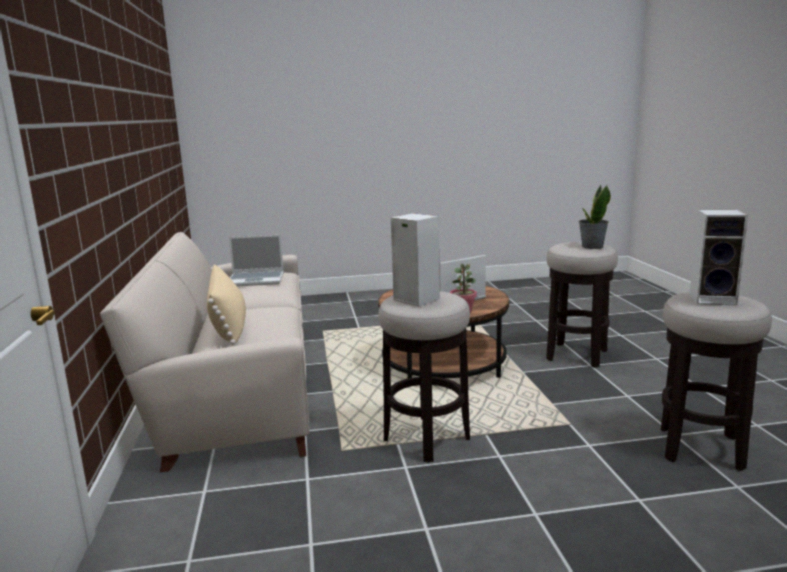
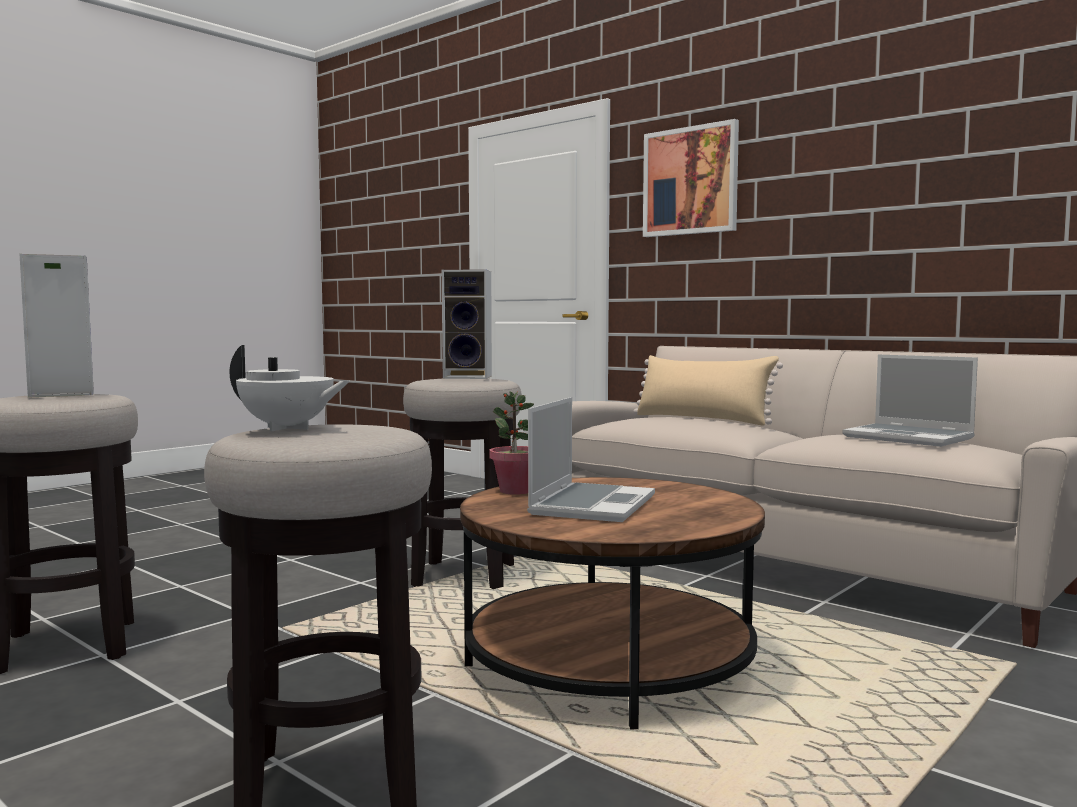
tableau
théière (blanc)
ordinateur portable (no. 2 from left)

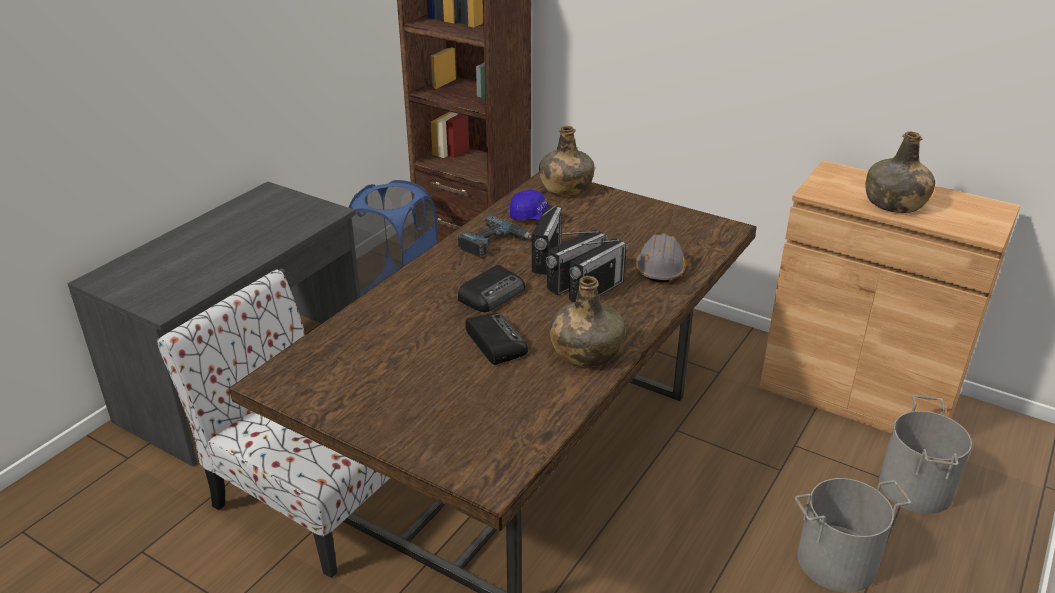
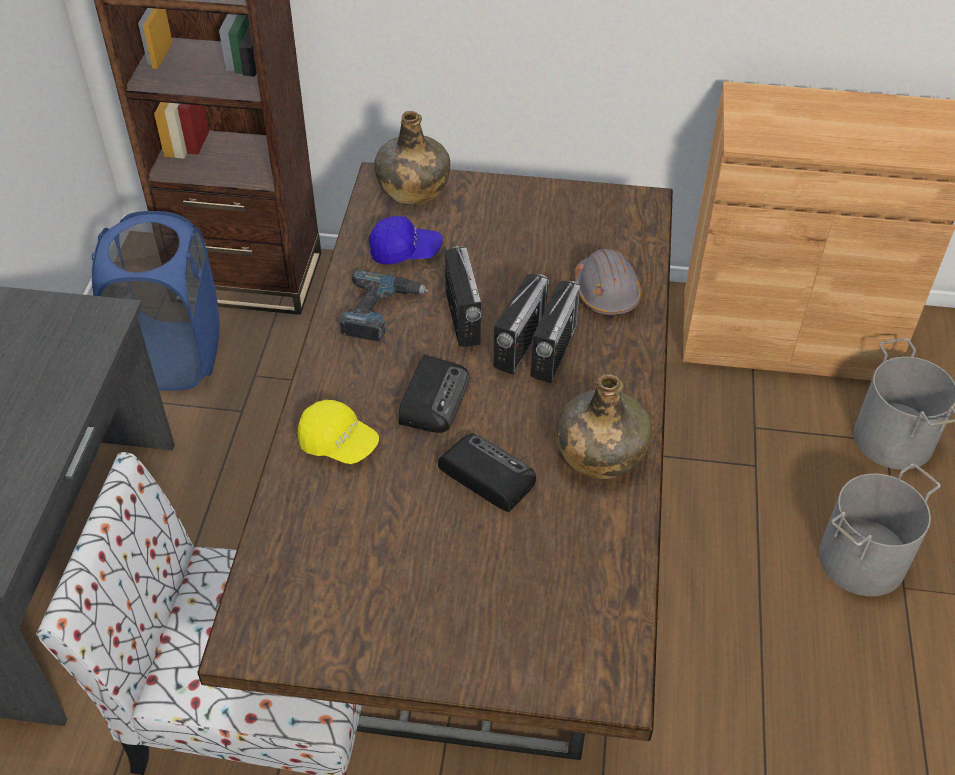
bouteille (vert) (no. 3 from left in the first image)
casquette (jaune)

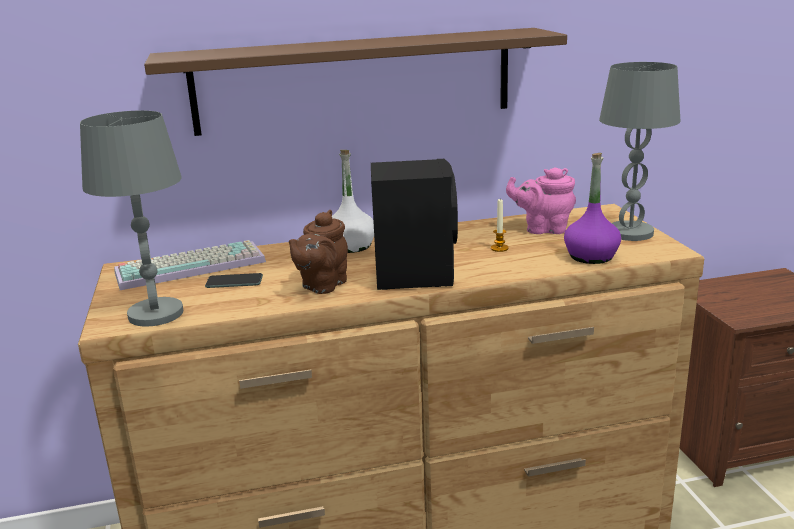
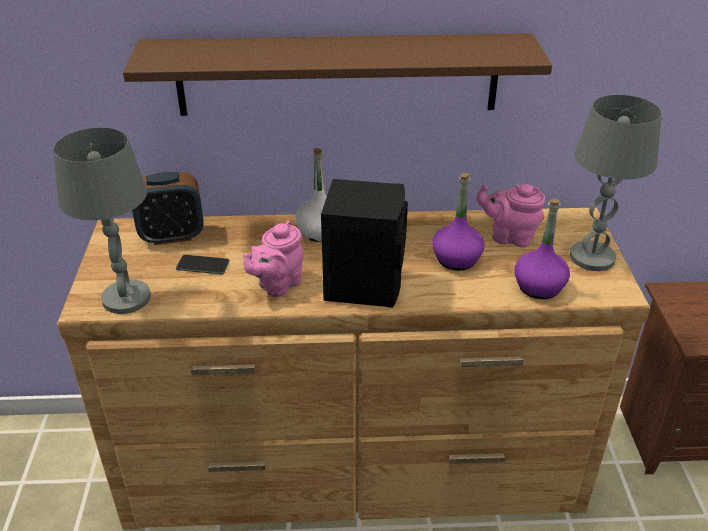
réveil
bouteille (violet) (no. 1 from left)
théière (rose) (no. 1 from left)

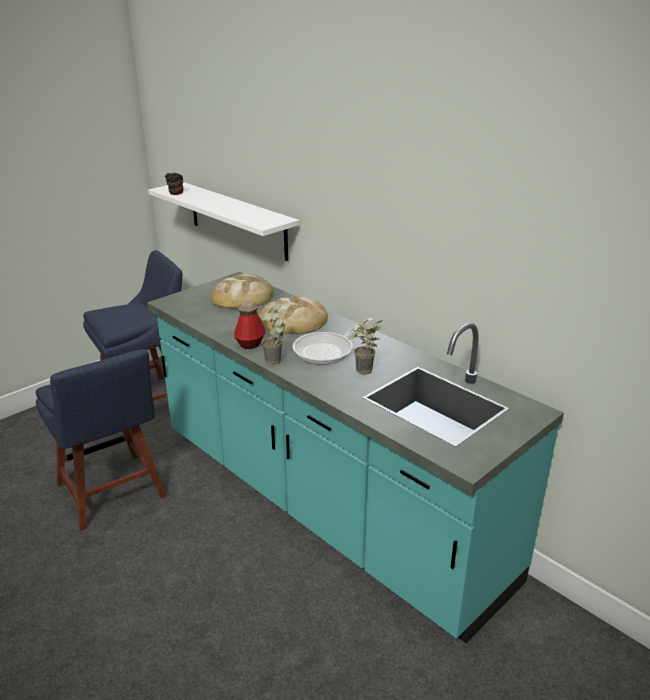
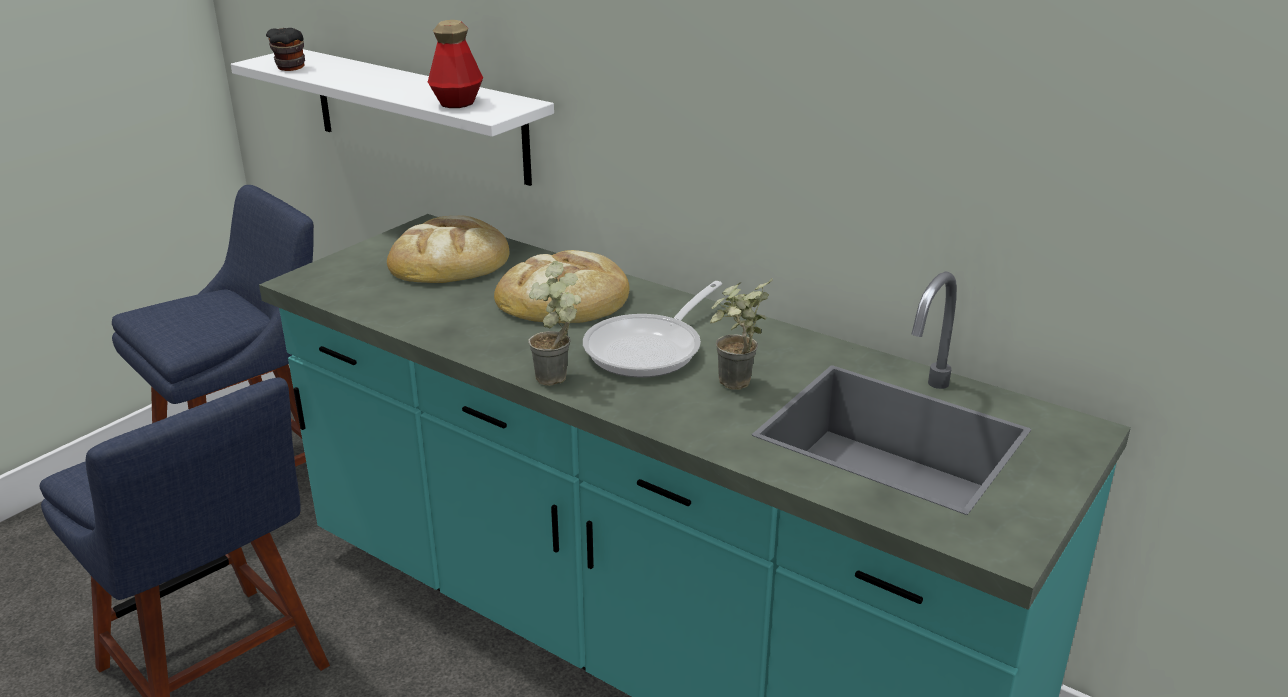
bouteille

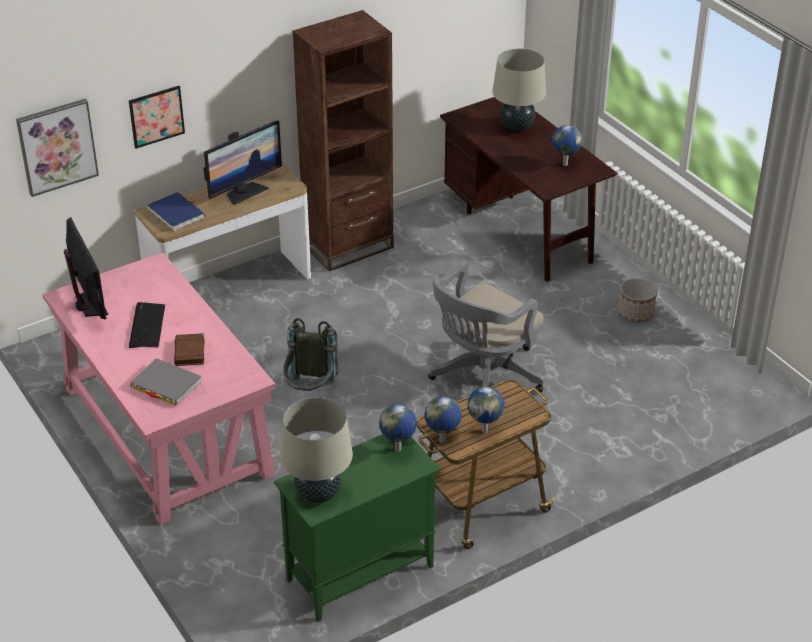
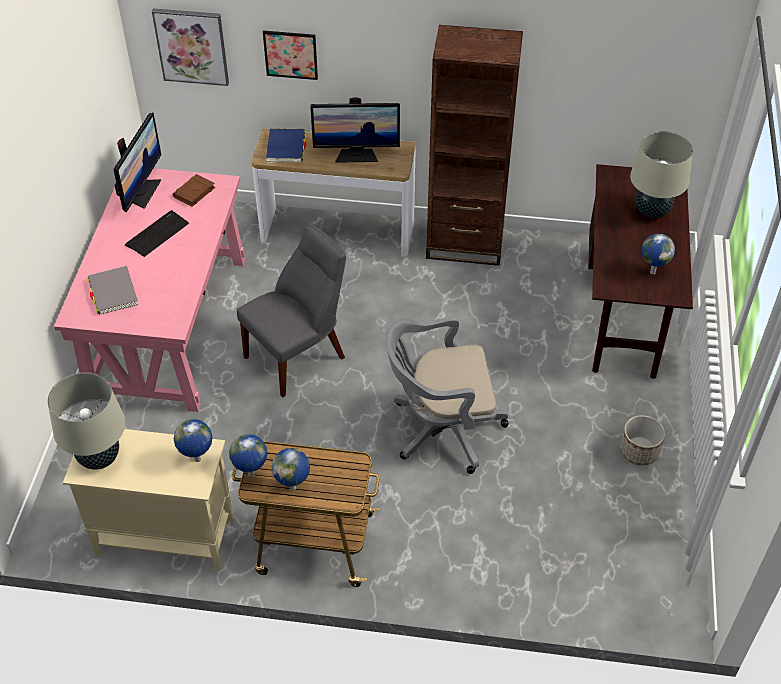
livre (marron)
chaise (gris)
meuble de rangement (beige)

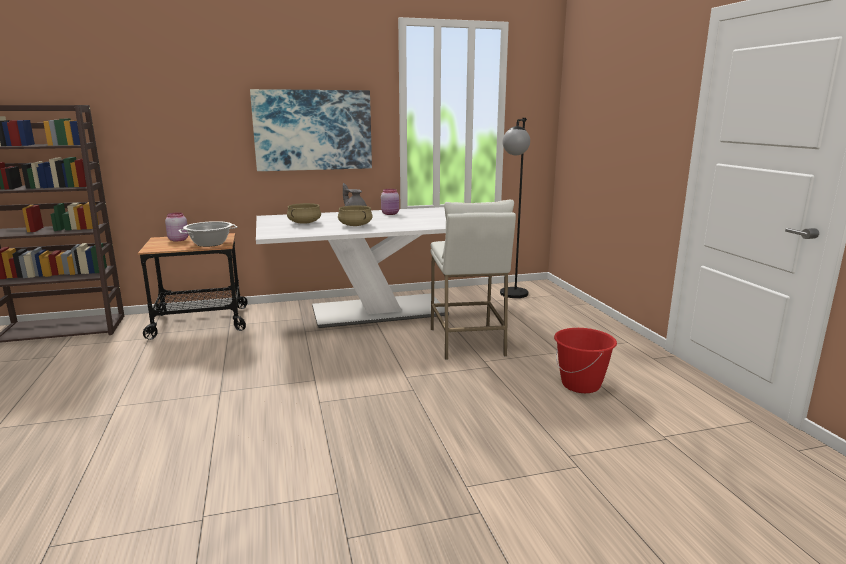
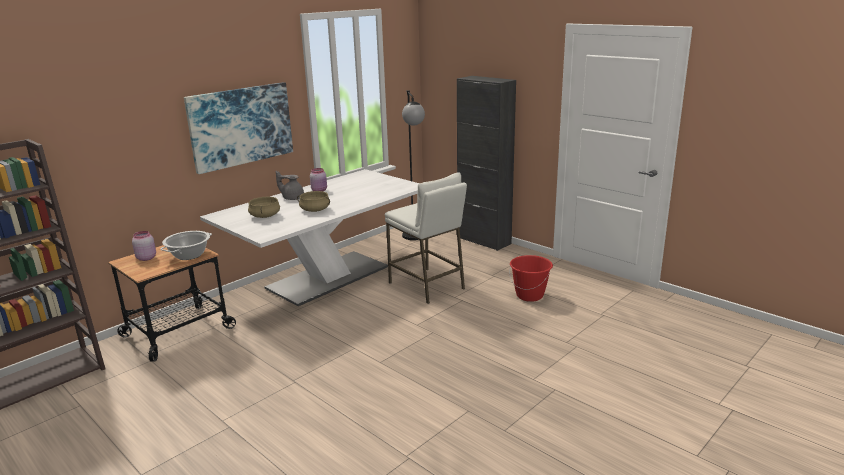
meuble de rangement (noir)

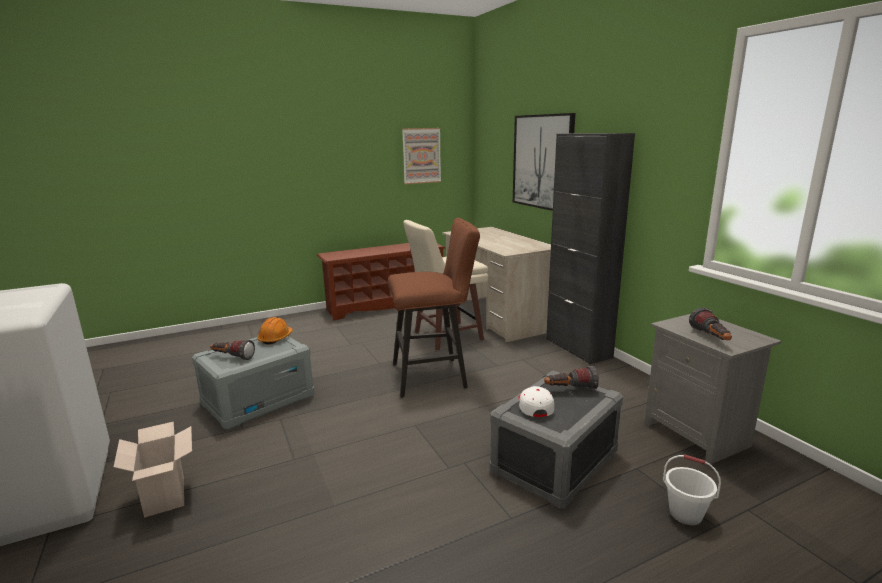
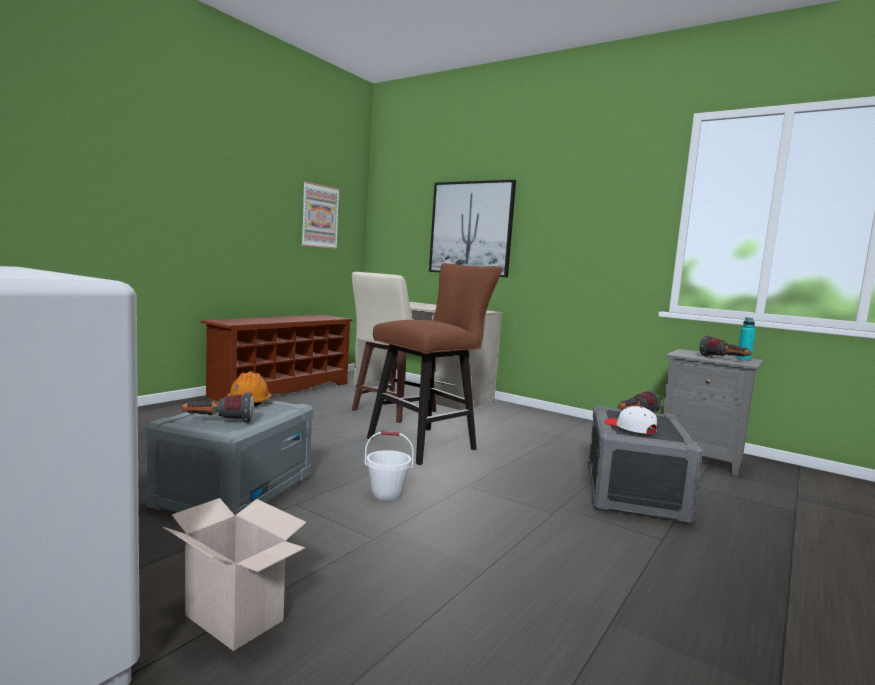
meuble de rangement (noir)
bouteille (turquoise)
seau (blanc)

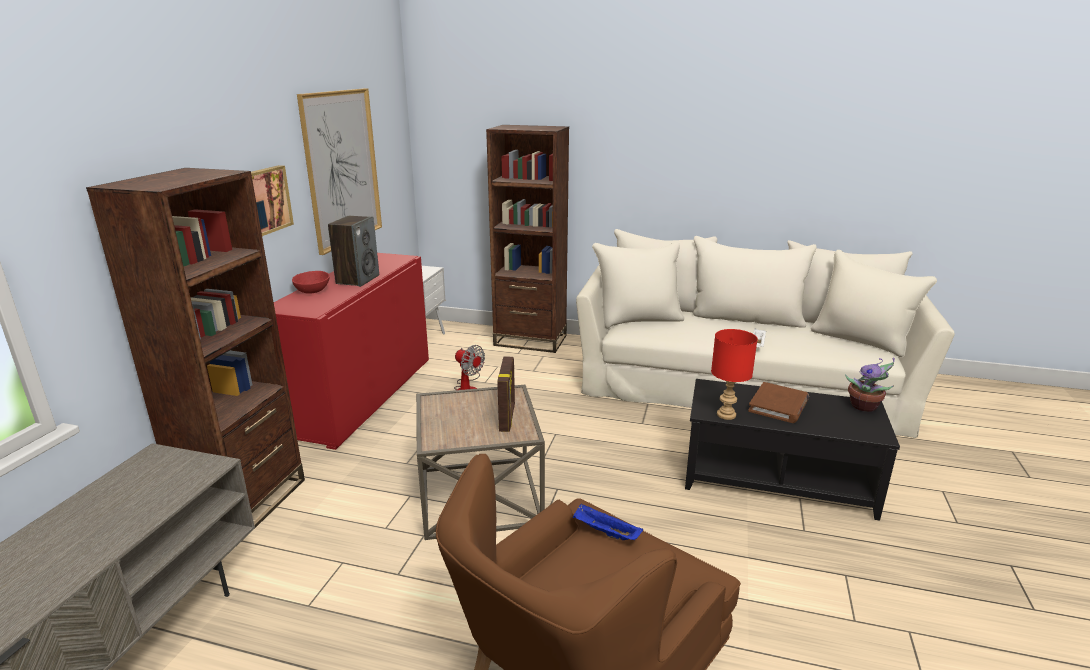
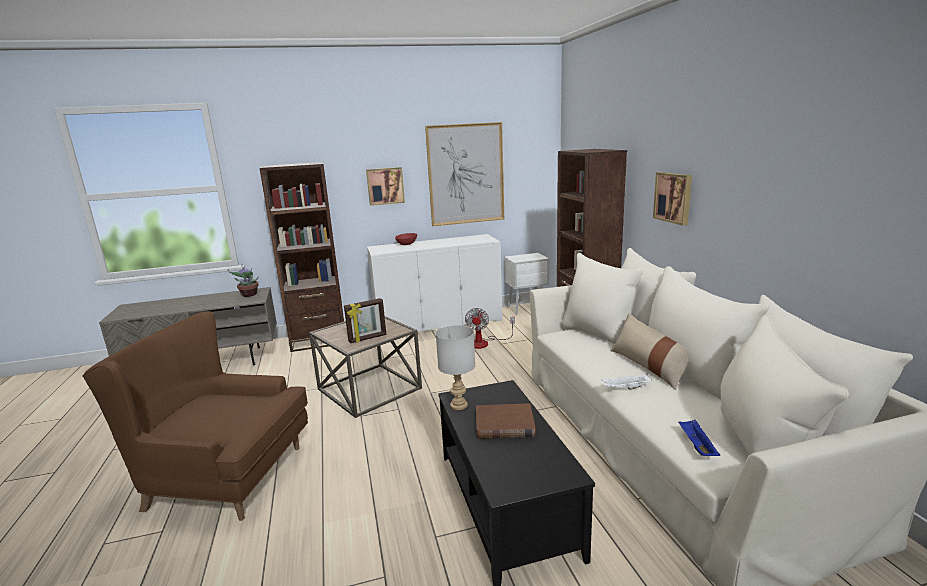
enceinte
coussin (beige)
tableau (no. 3 from left)
plateau (bleu)
plante en pot
meuble de rangement (blanc)
lampe de table (gris)

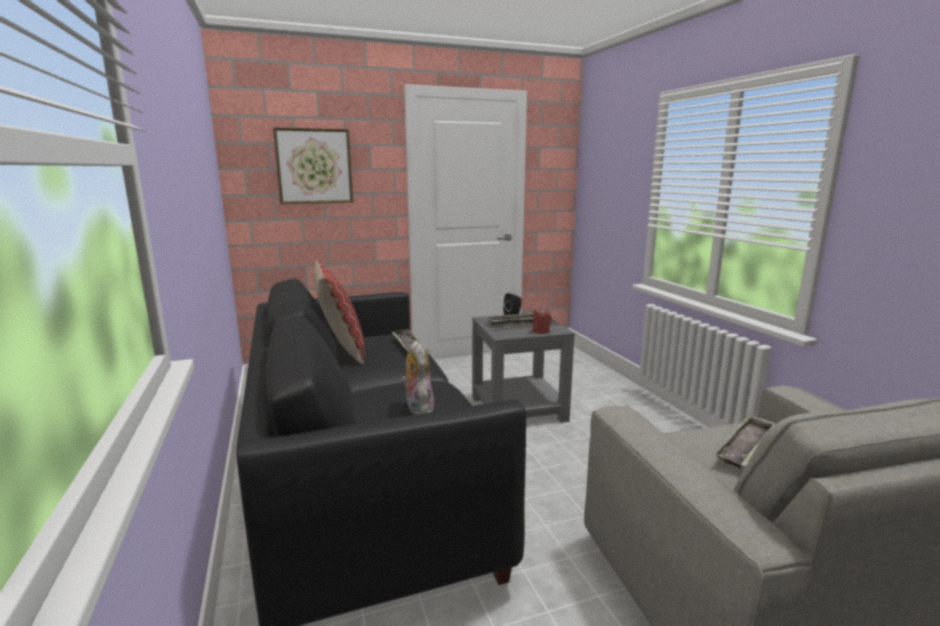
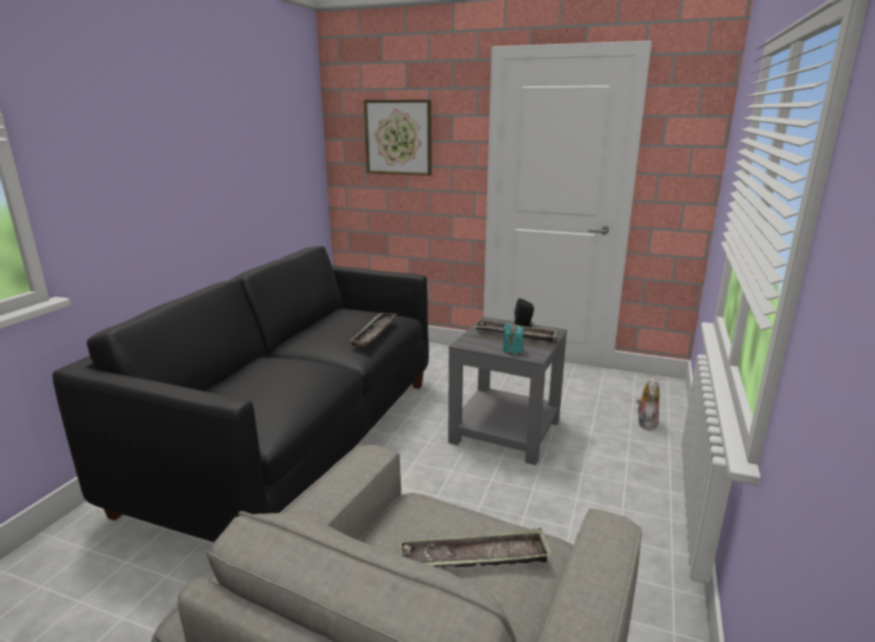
coussin
peluche
bougie (turquoise)

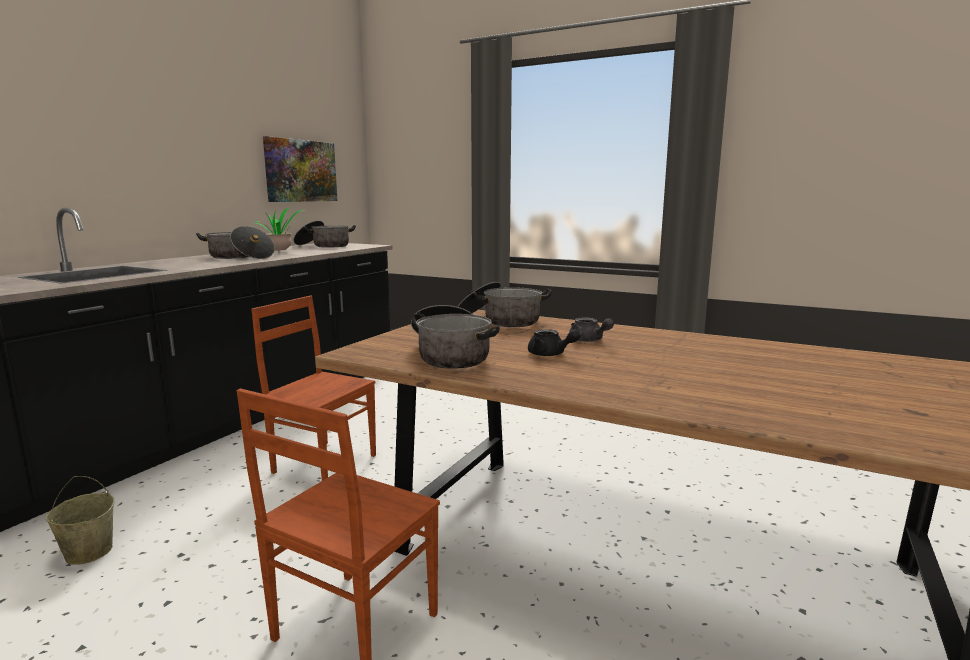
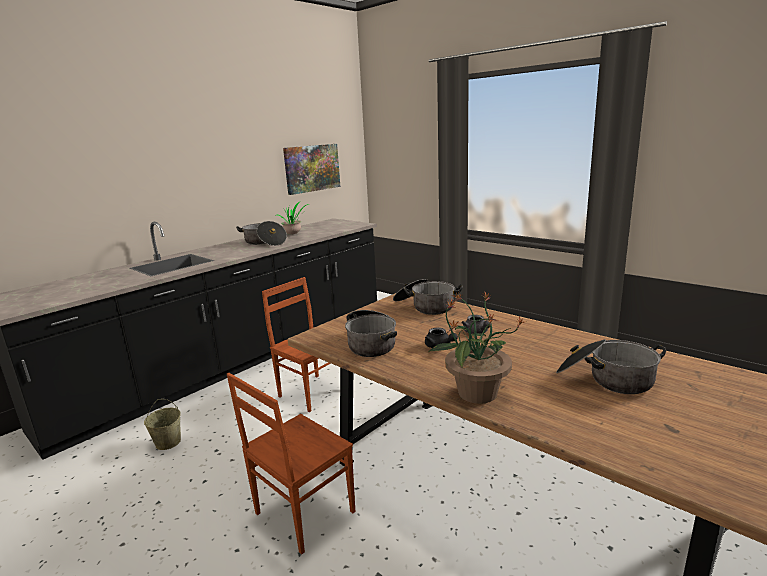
plante en pot (no. 2 from left)
marmite (no. 4 from left)

